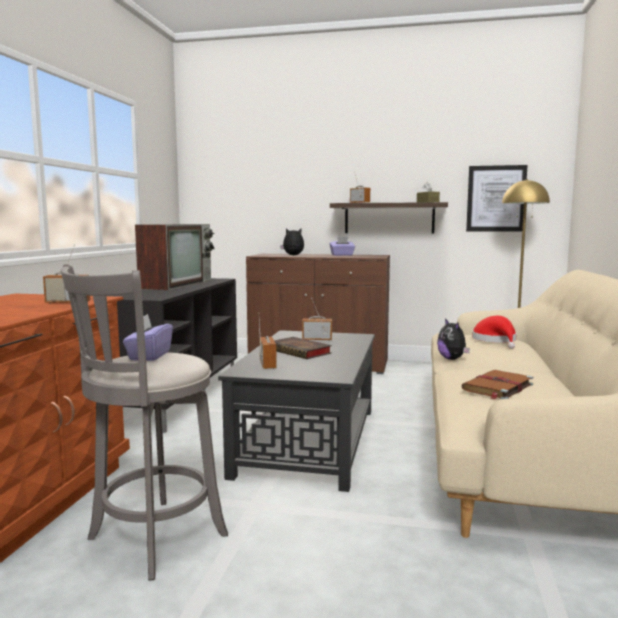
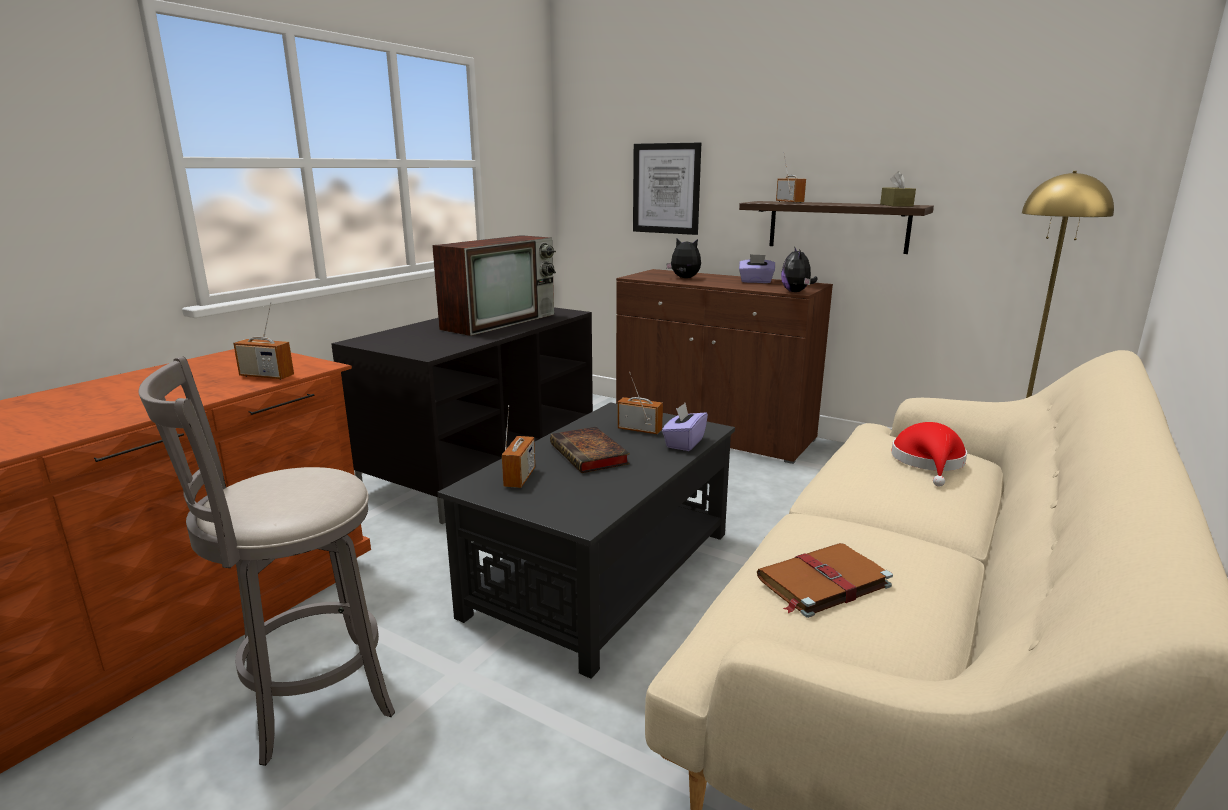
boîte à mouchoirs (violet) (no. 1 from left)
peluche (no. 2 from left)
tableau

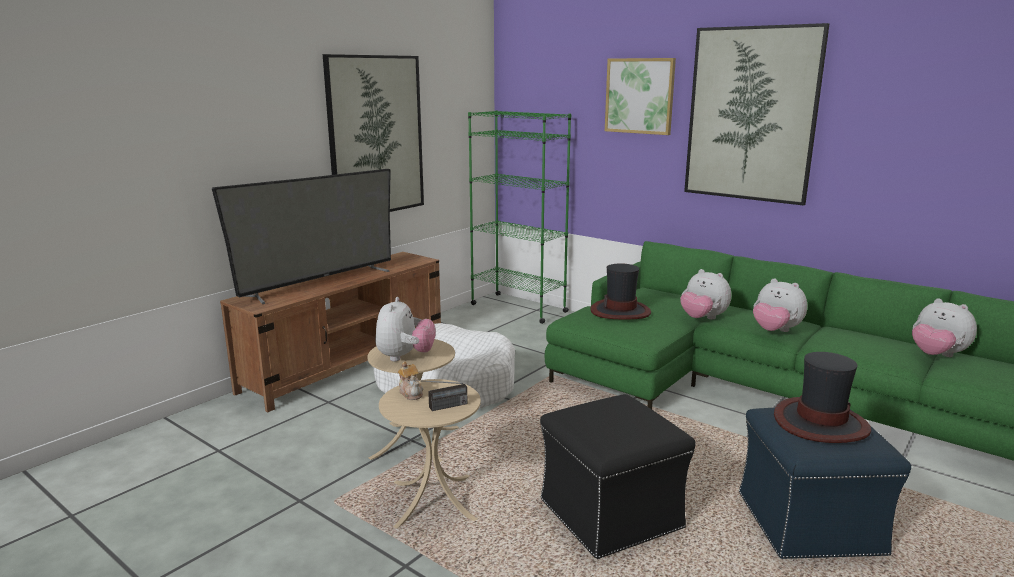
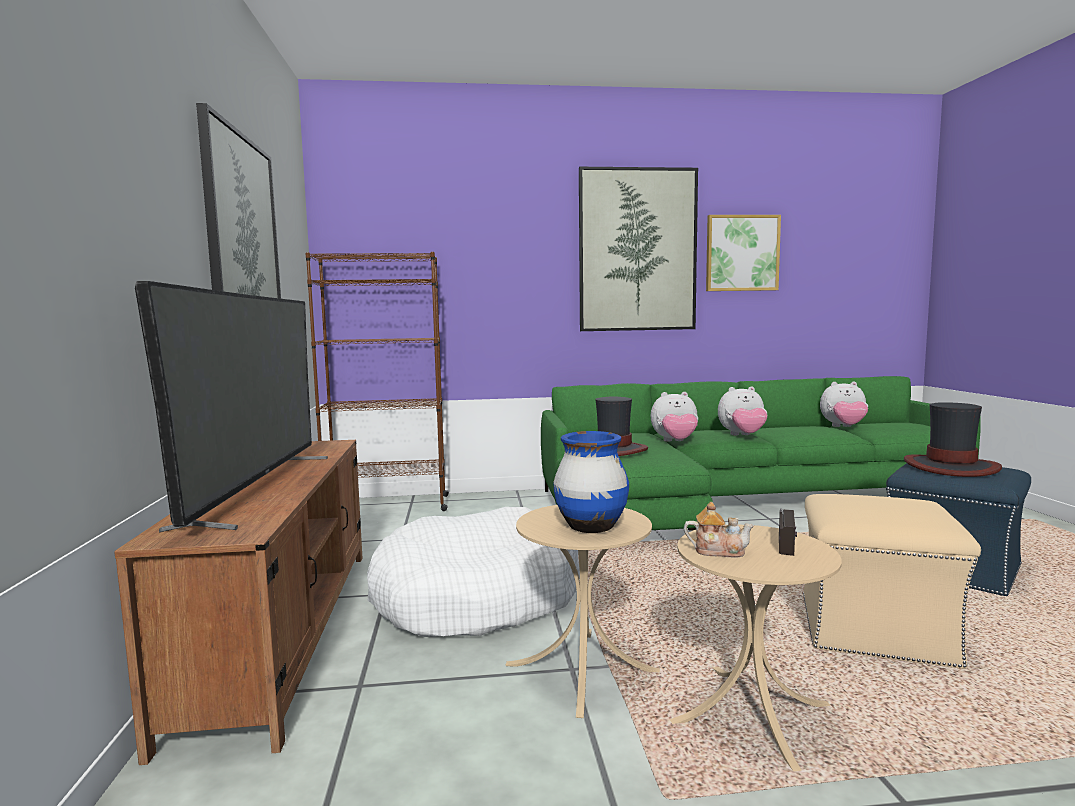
tableau (no. 3 from left)
vase (bleu)
bibliothèque (marron)
pouf (beige)

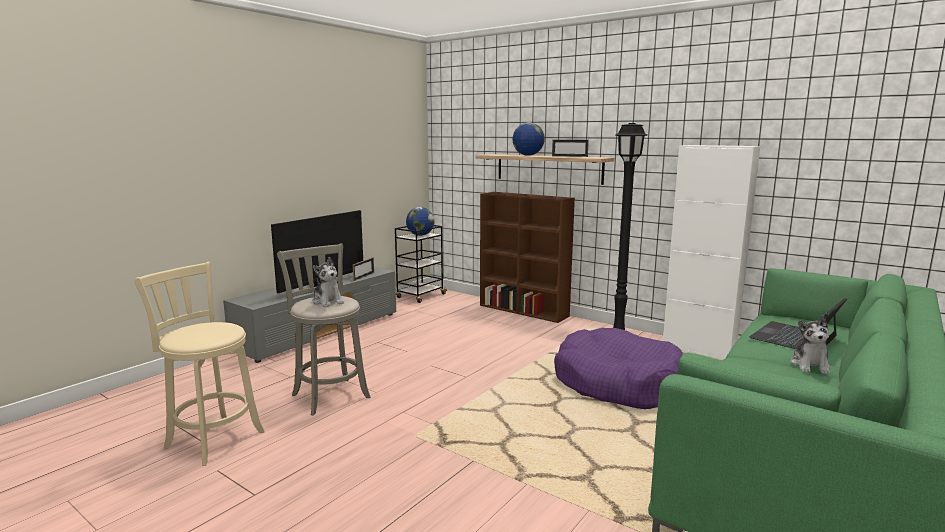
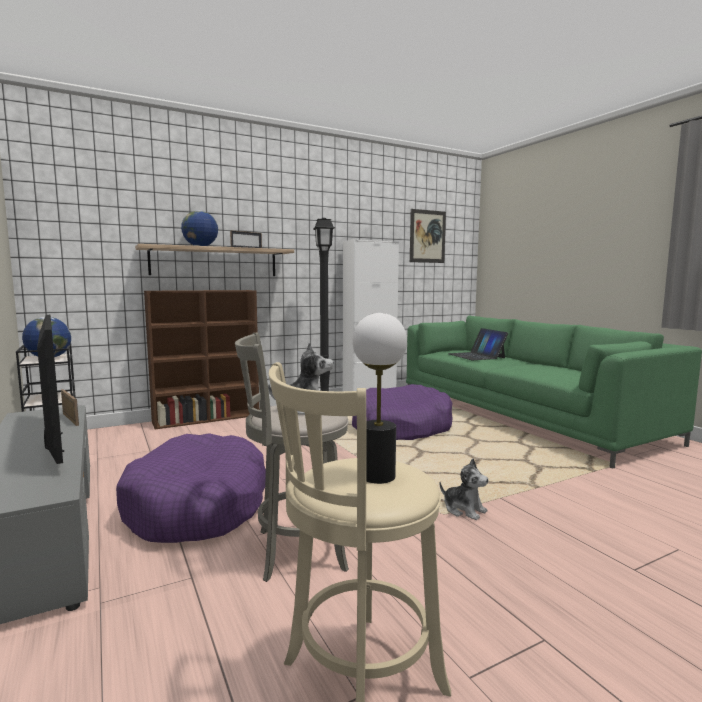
panier pour chien (violet) (no. 1 from left)
lampe de table
tableau
peluche (no. 2 from left)

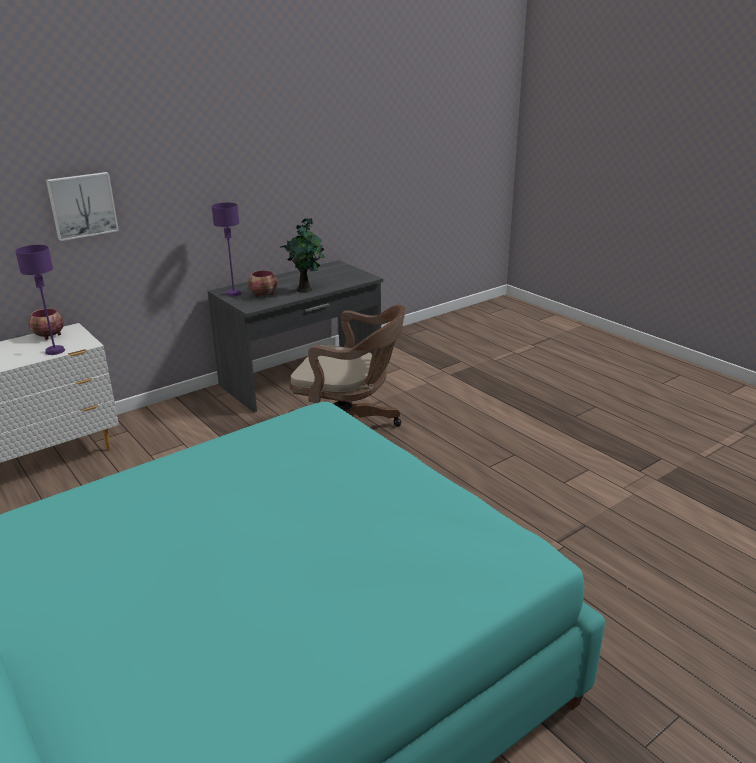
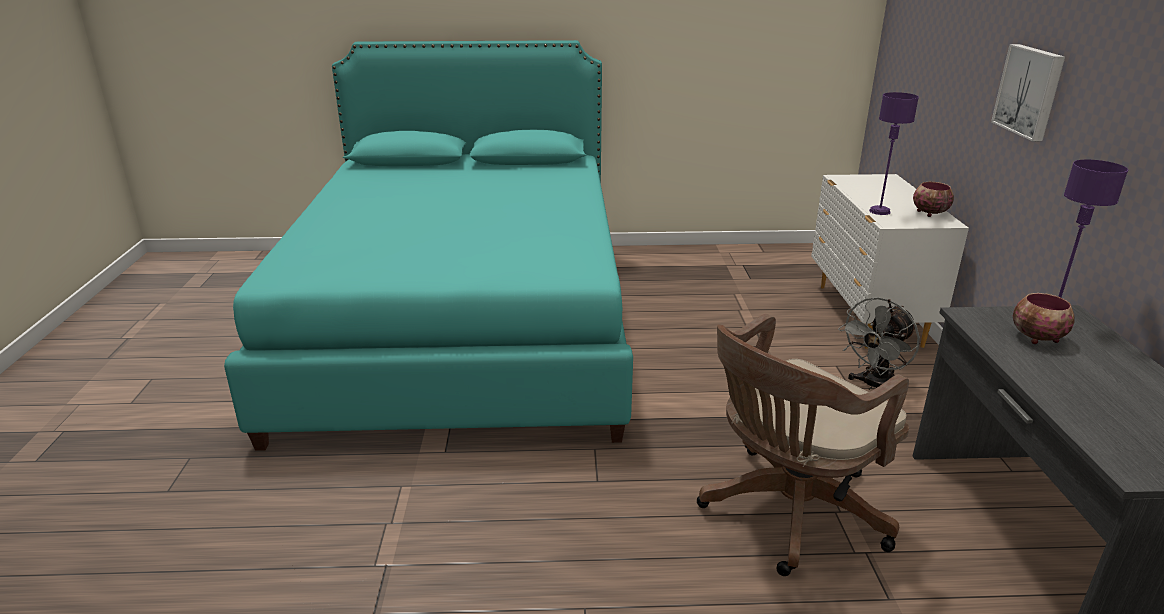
plante en pot
ventilateur (gris)

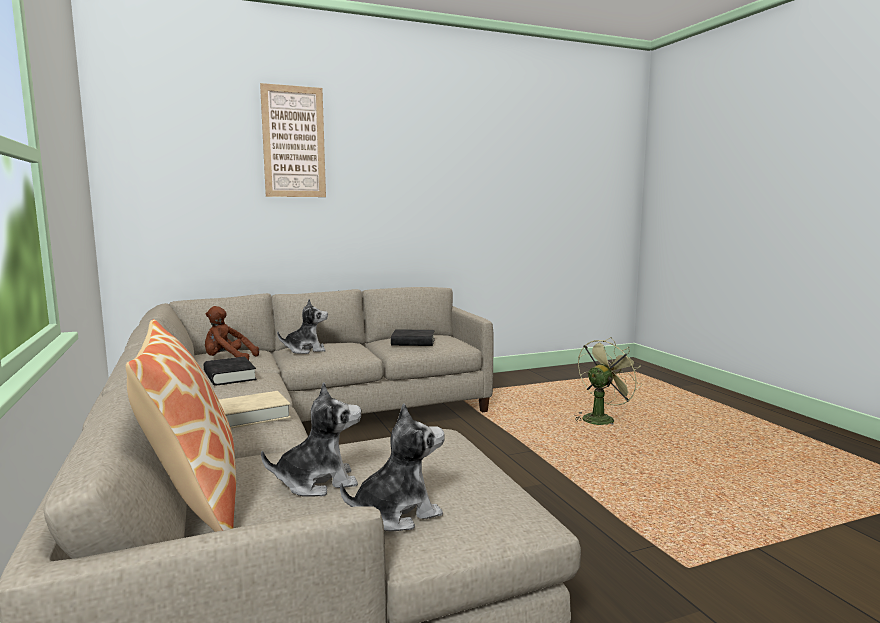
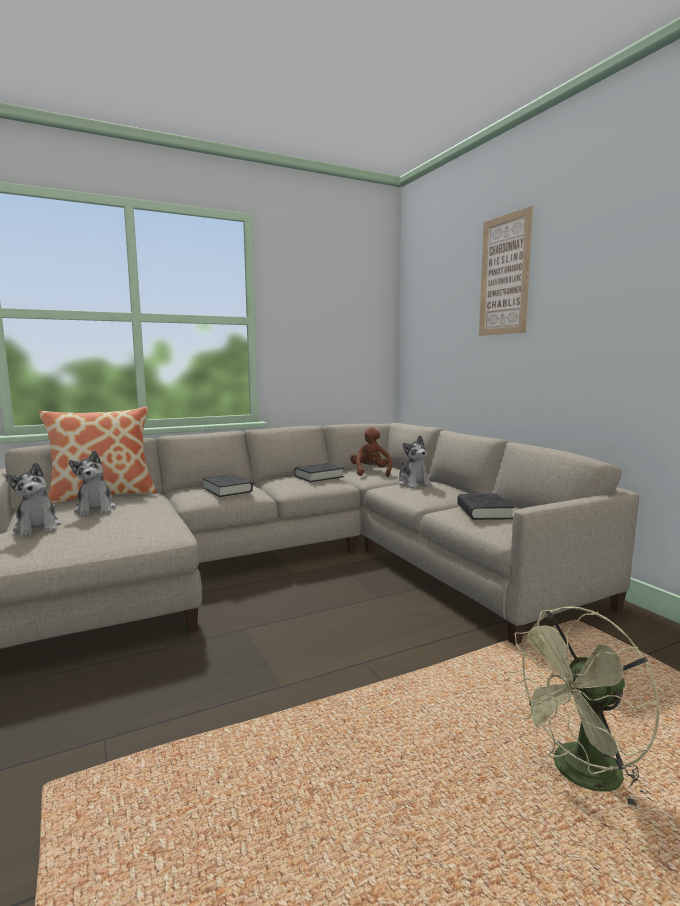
livre (noir) (no. 1 from left)
ventilateur (vert)

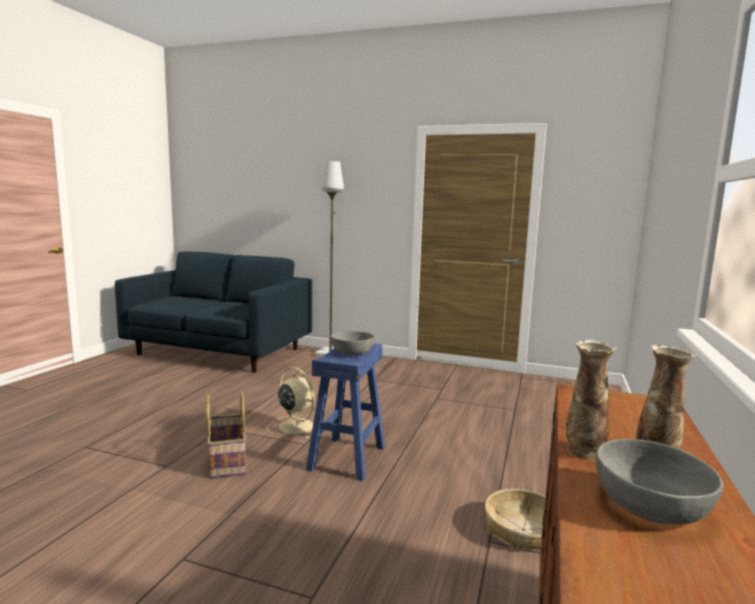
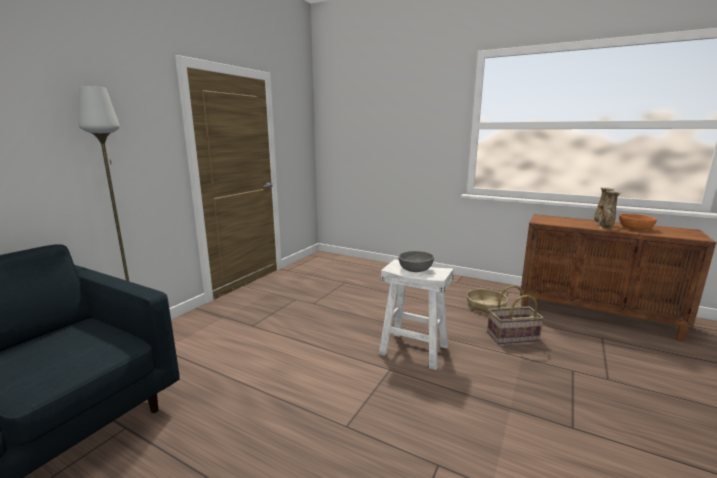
ventilateur (beige)
panier (no. 2 from left)
tabouret (blanc)
bol (orange)

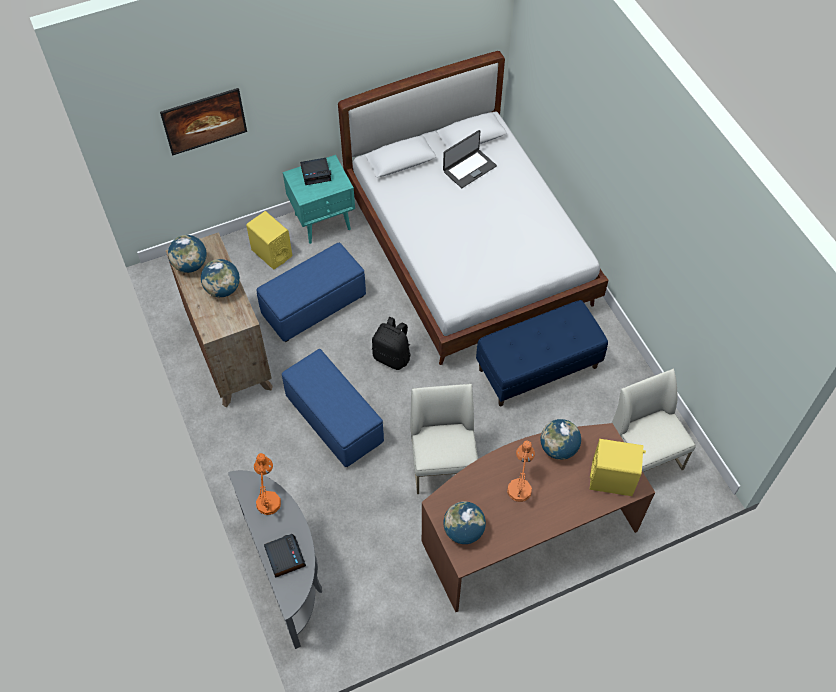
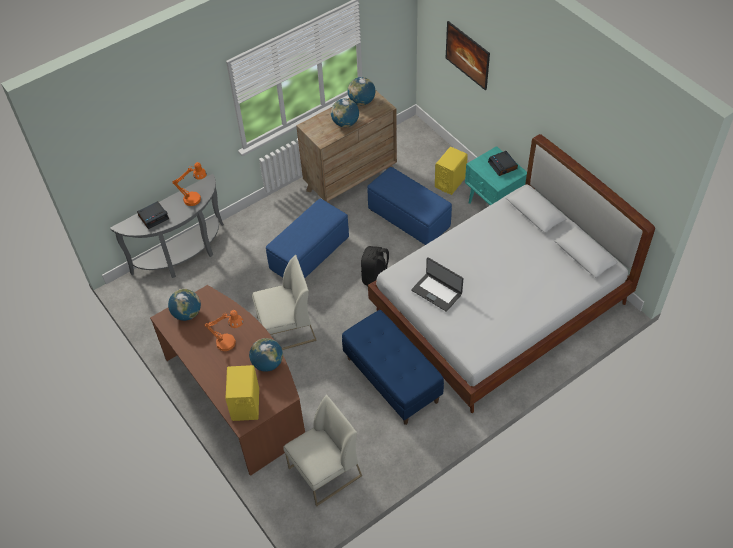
ordinateur portable

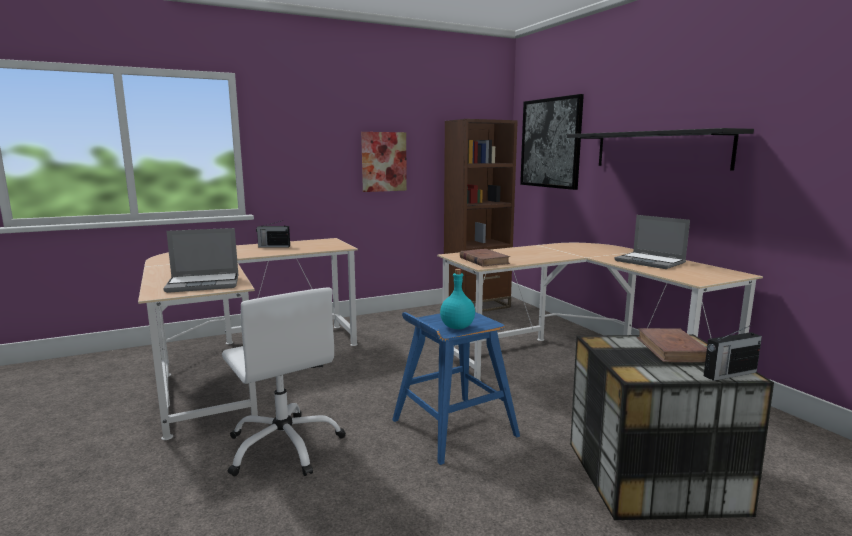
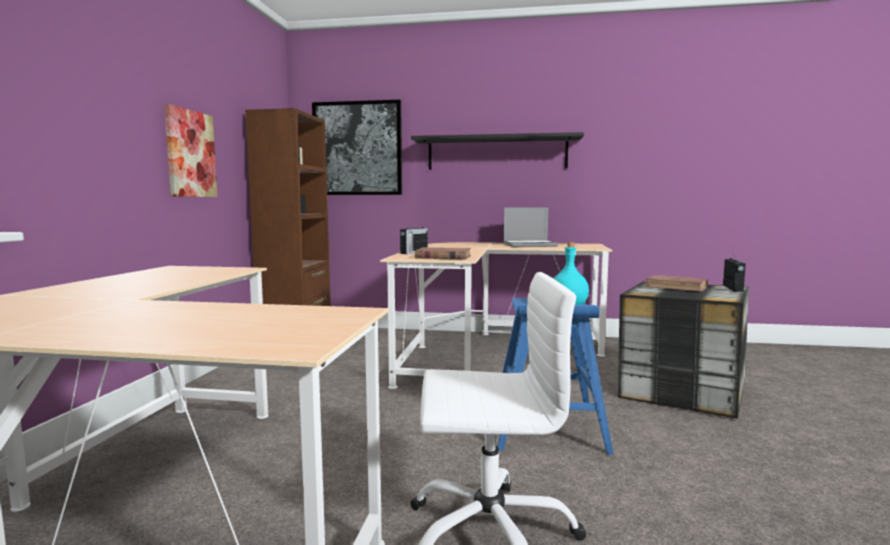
ordinateur portable (no. 1 from left in the first image)
radio (no. 1 from left)

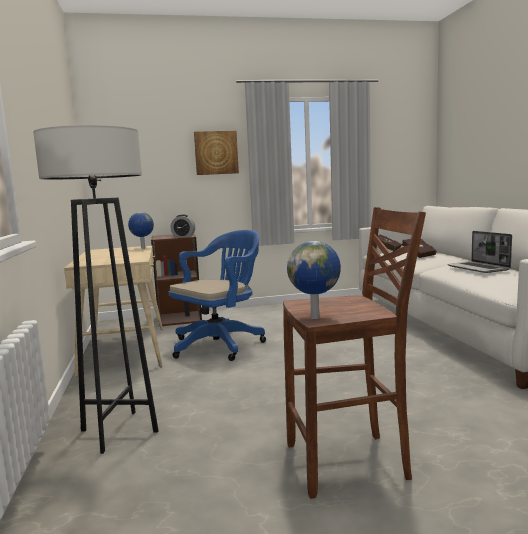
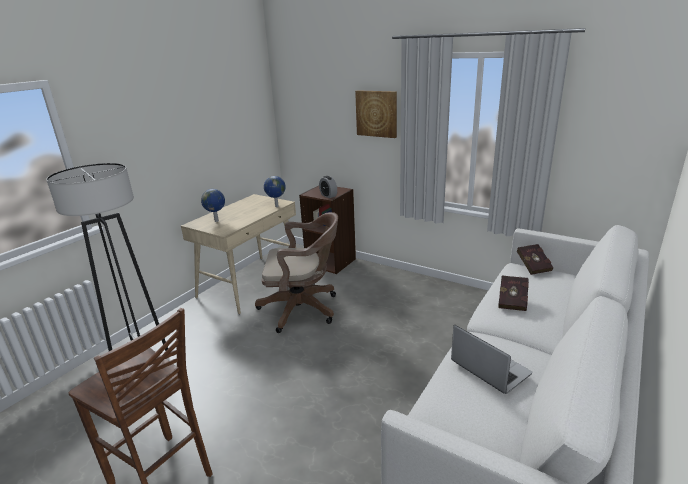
globe (no. 1 from left)
chaise de bureau (marron)
ordinateur portable

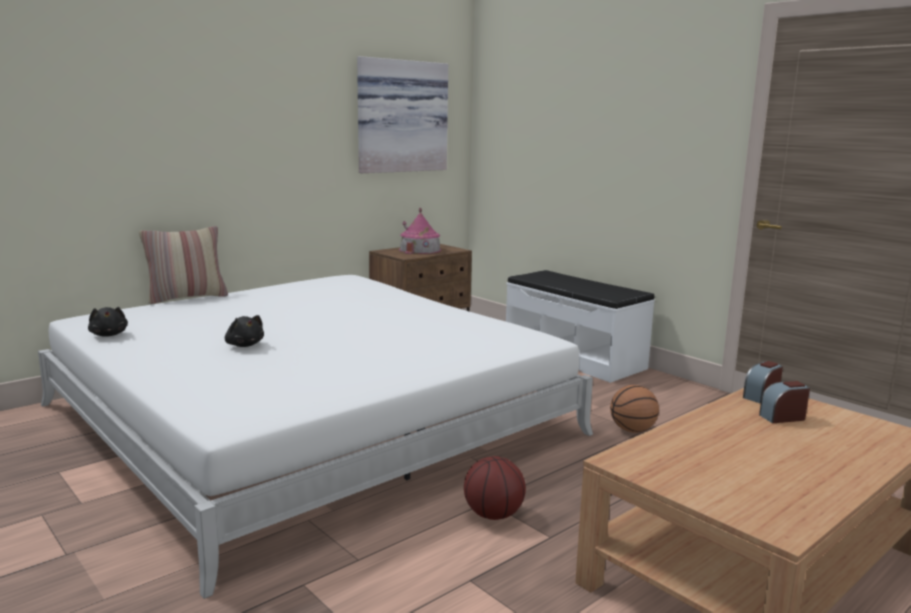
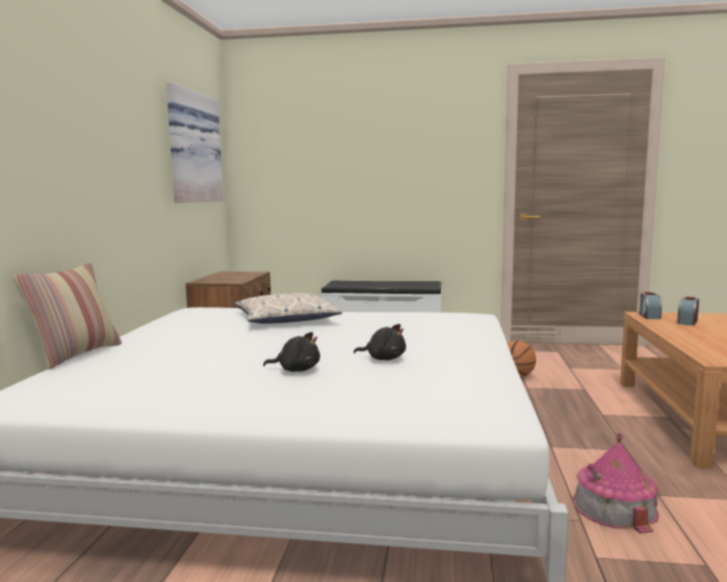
ballon de basket (no. 1 from left in the first image)
coussin (no. 2 from left)
peluche (noir) (no. 2 from left)
maison miniature

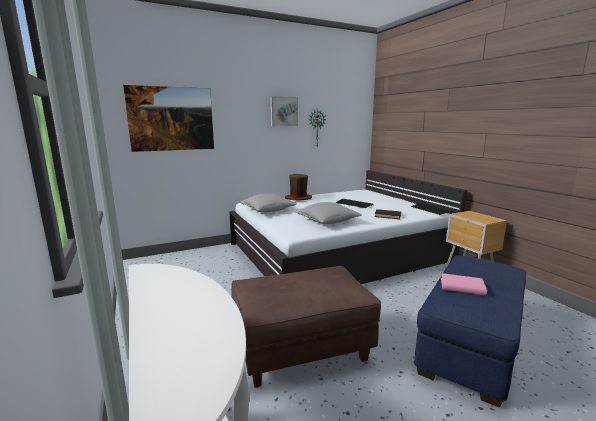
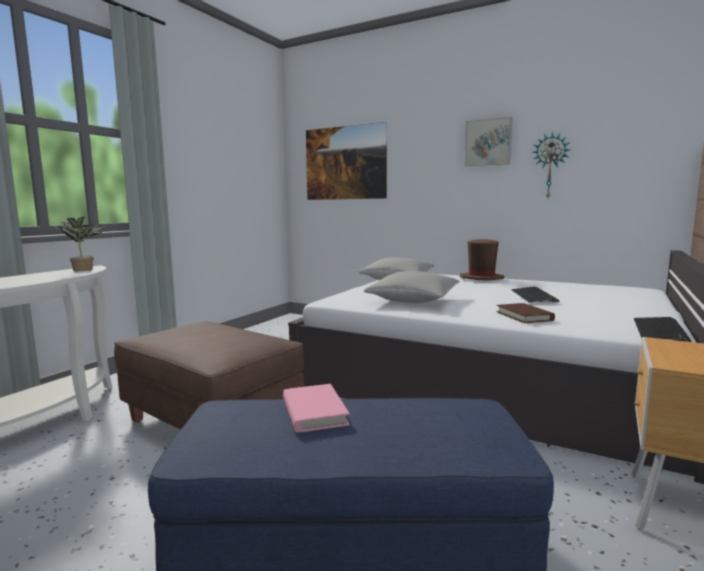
plante en pot

